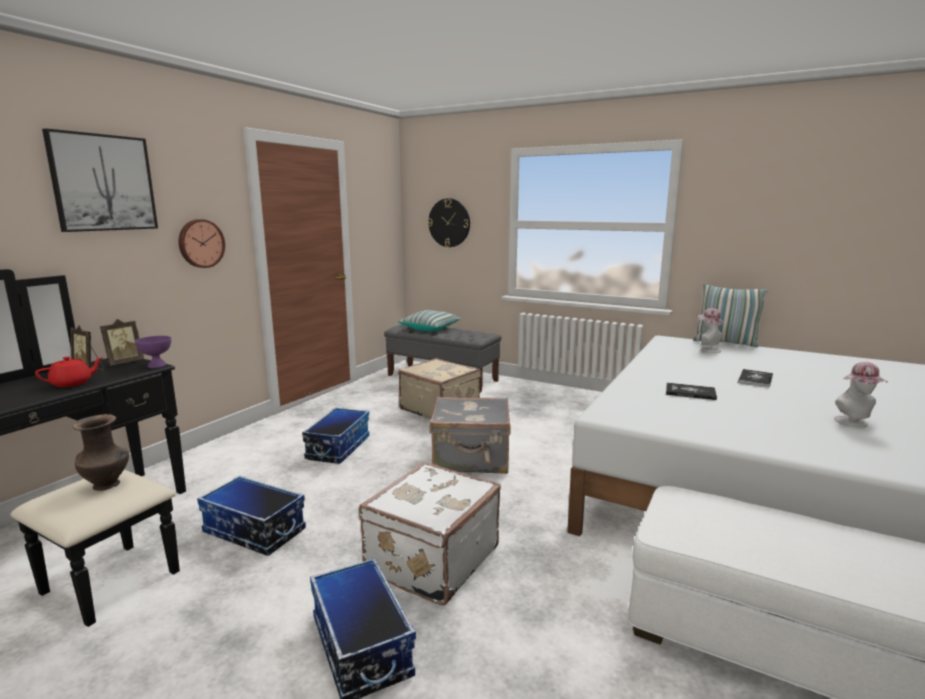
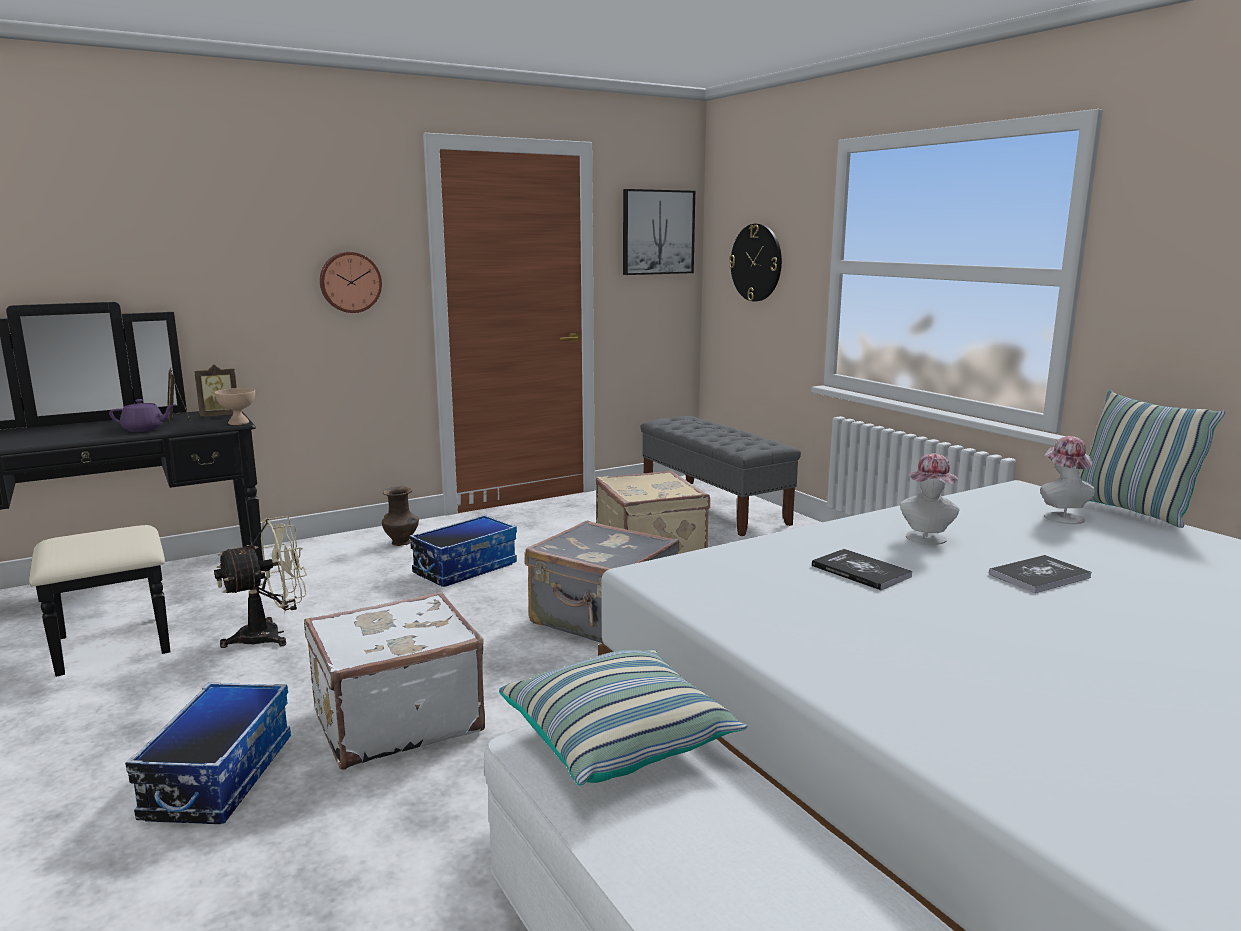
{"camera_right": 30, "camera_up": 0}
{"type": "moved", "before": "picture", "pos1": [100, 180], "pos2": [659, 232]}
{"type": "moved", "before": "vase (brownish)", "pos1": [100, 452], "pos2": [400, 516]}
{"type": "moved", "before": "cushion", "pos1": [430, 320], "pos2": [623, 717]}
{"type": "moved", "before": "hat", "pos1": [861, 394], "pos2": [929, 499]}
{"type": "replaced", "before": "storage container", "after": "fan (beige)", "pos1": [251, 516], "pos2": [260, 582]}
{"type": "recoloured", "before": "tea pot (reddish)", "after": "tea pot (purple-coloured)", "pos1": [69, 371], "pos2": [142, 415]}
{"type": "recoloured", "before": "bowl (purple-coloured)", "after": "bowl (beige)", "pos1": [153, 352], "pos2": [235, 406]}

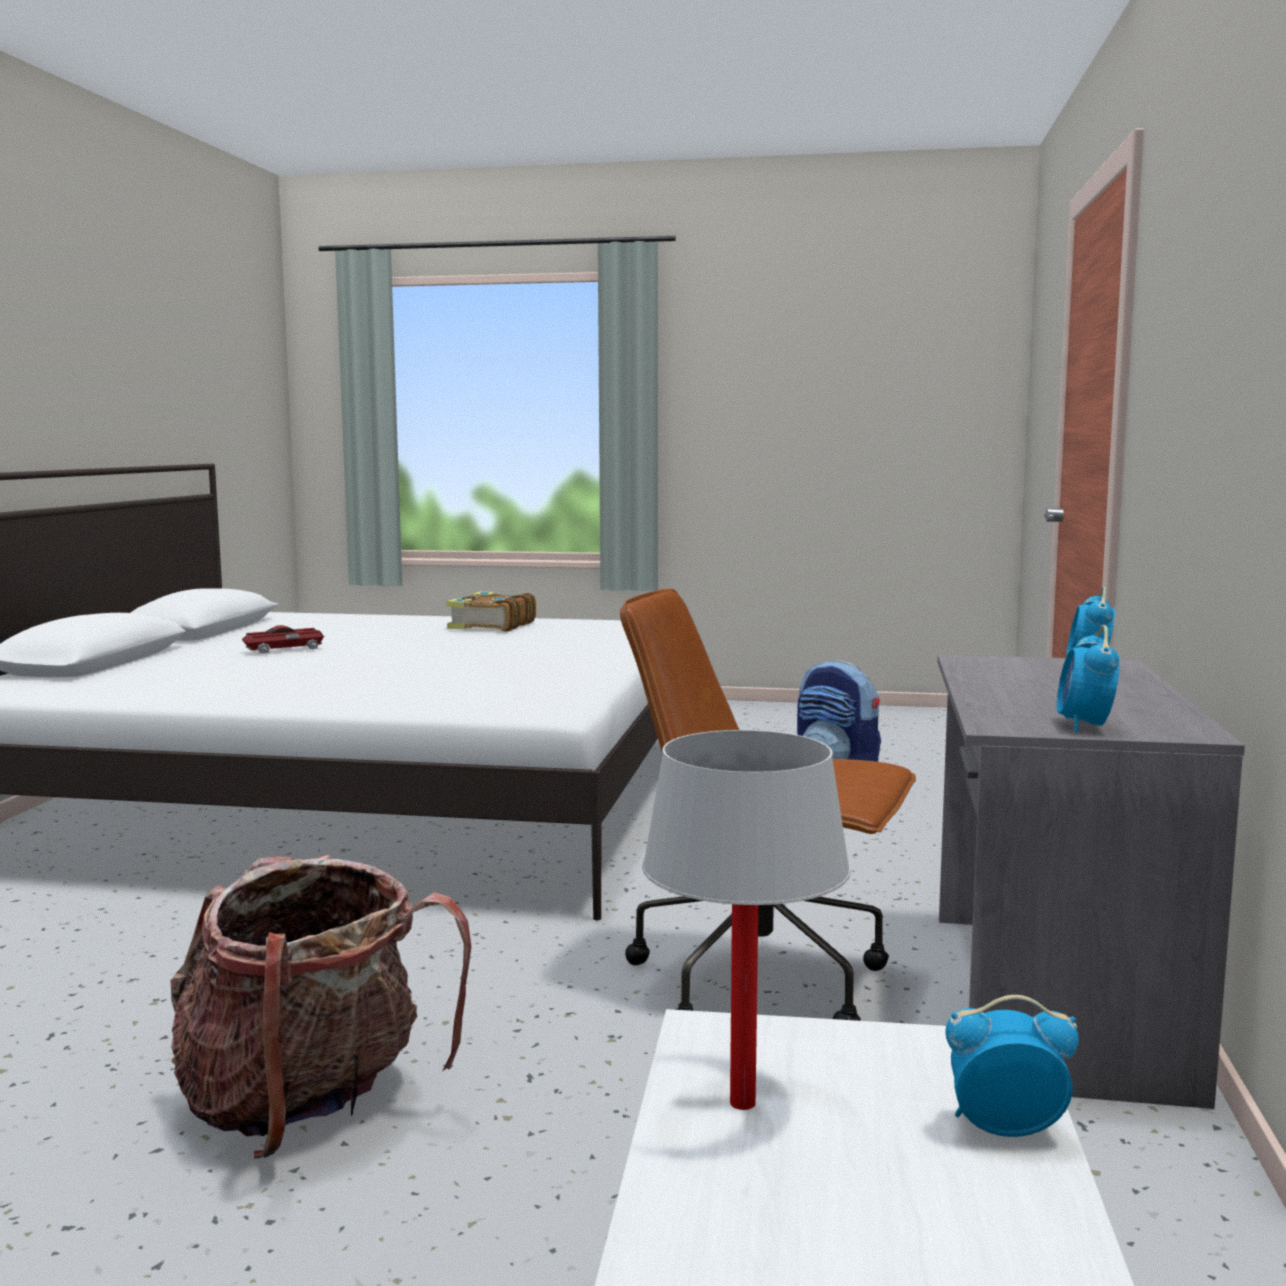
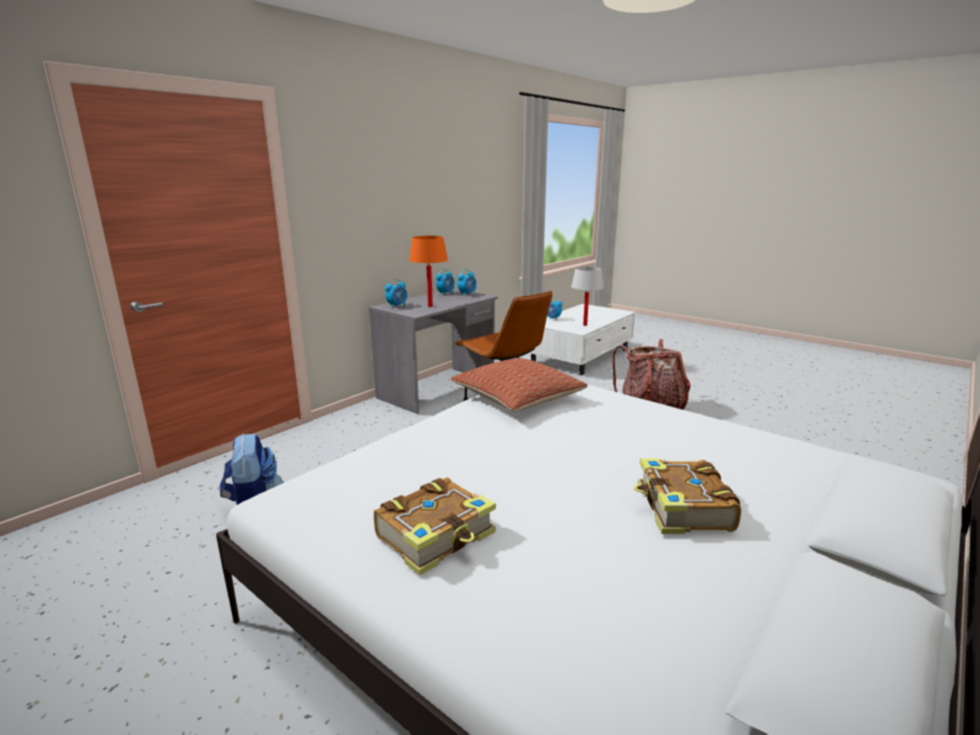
{"camera_right": -150, "camera_up": 10}
{"type": "added", "after": "tabletop lamp (orange-coloured)", "pos2": [428, 271]}
{"type": "added", "after": "table clock", "pos2": [445, 282]}
{"type": "added", "after": "cushion", "pos2": [519, 385]}
{"type": "replaced", "before": "toy car", "after": "volume", "pos1": [283, 639], "pos2": [687, 496]}

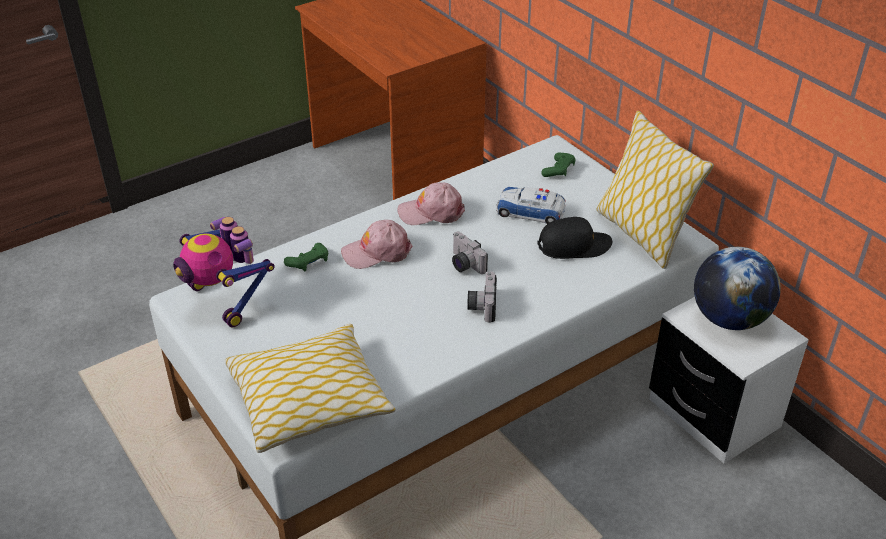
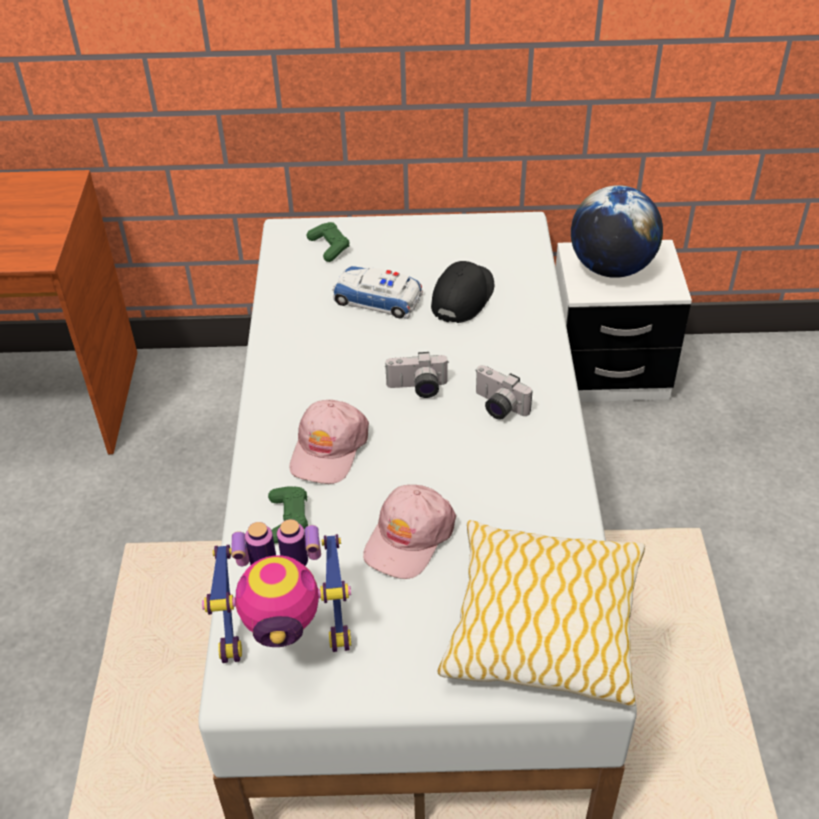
{"camera_right": -55, "camera_up": 5}
{"type": "removed", "before": "cushion", "pos1": [655, 190]}
{"type": "moved", "before": "baseball cap (pinkish)", "pos1": [431, 203], "pos2": [409, 532]}
{"type": "turned", "before": "toy car", "pos1": [531, 205], "pos2": [377, 292], "turn": 60}

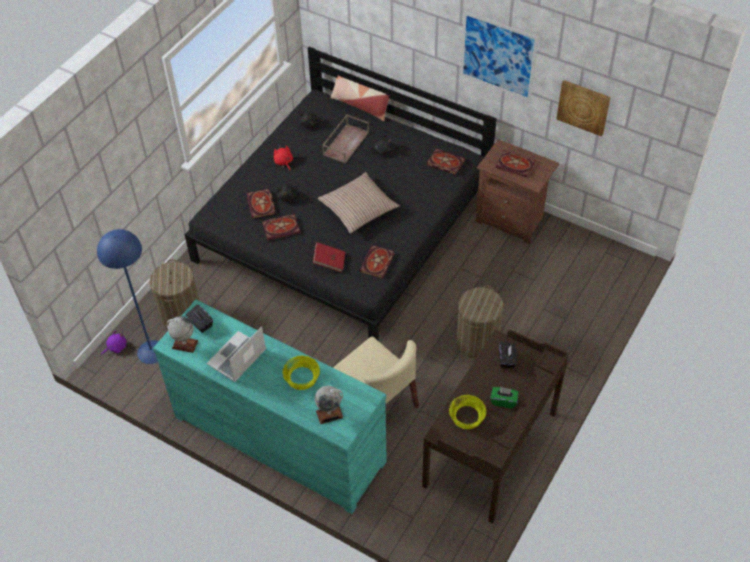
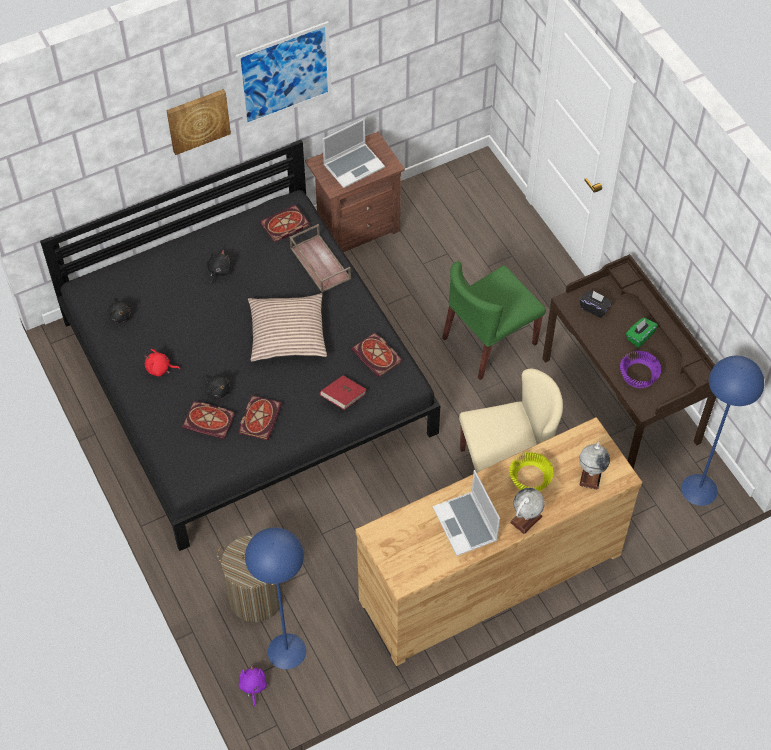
{"camera_right": -60, "camera_up": 5}
{"type": "removed", "before": "tissue box (blackish)", "pos1": [199, 318]}
{"type": "removed", "before": "cushion", "pos1": [360, 98]}
{"type": "added", "after": "standard lamp (blue)", "pos2": [722, 431]}
{"type": "moved", "before": "globe", "pos1": [182, 334], "pos2": [527, 511]}
{"type": "moved", "before": "tray (brownish)", "pos1": [345, 139], "pos2": [320, 258]}
{"type": "moved", "before": "picture", "pos1": [583, 108], "pos2": [198, 122]}
{"type": "replaced", "before": "hamper", "after": "upright chair (greenish)", "pos1": [480, 322], "pos2": [494, 320]}
{"type": "replaced", "before": "volume", "after": "portable computer", "pos1": [515, 164], "pos2": [353, 153]}
{"type": "recoloured", "before": "drawer chest (blue-green)", "after": "drawer chest (brownish)", "pos1": [270, 407], "pos2": [498, 541]}
{"type": "recoloured", "before": "bowl (yellow-coloured)", "after": "bowl (purple-coloured)", "pos1": [467, 412], "pos2": [640, 369]}

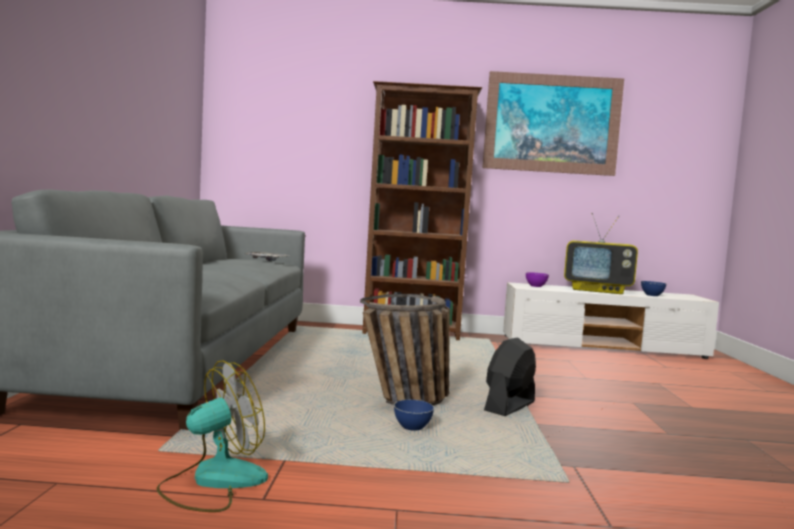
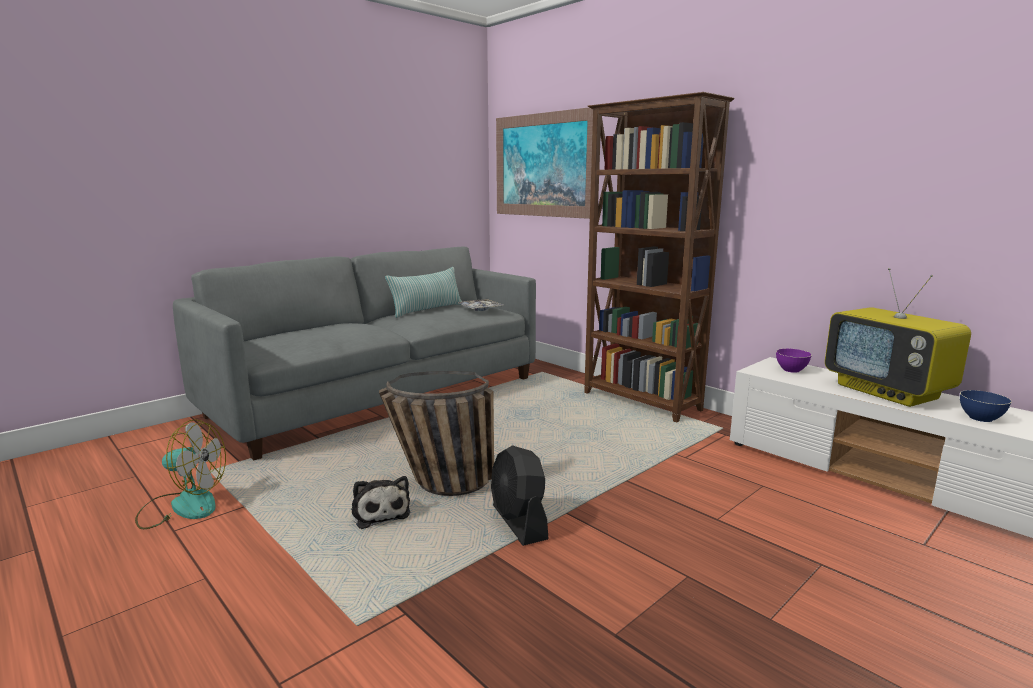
{"camera_right": 45, "camera_up": 10}
{"type": "added", "after": "cushion", "pos2": [423, 292]}
{"type": "moved", "before": "picture", "pos1": [553, 123], "pos2": [544, 163]}
{"type": "replaced", "before": "bowl (blue)", "after": "cuddly toy", "pos1": [414, 415], "pos2": [380, 502]}
{"type": "turned", "before": "fan (blackish)", "pos1": [510, 376], "pos2": [520, 495], "turn": -105}

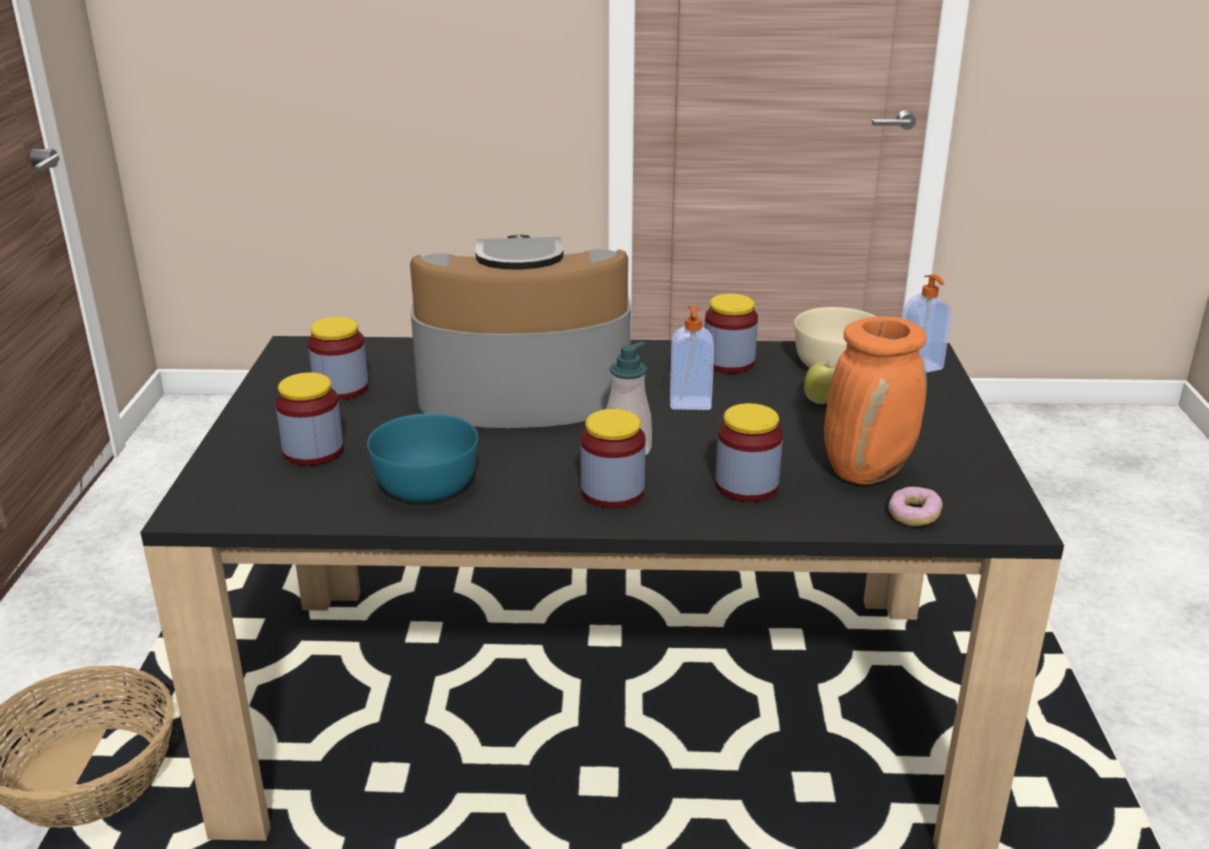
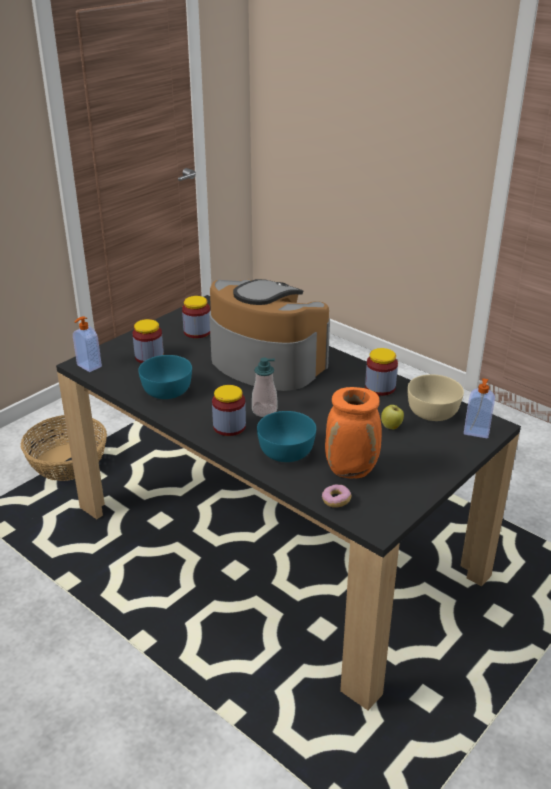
{"camera_right": 40, "camera_up": 5}
{"type": "moved", "before": "soap bottle", "pos1": [692, 358], "pos2": [87, 344]}
{"type": "replaced", "before": "preserve jar", "after": "bowl (blue-green)", "pos1": [749, 452], "pos2": [286, 436]}

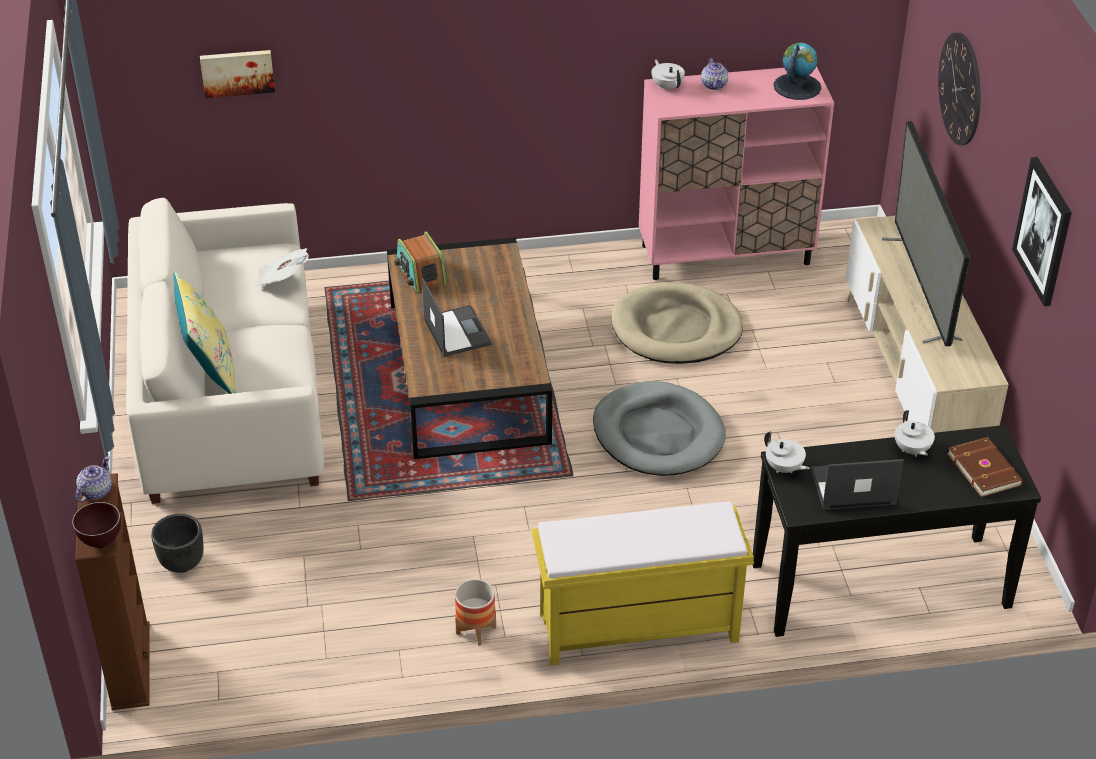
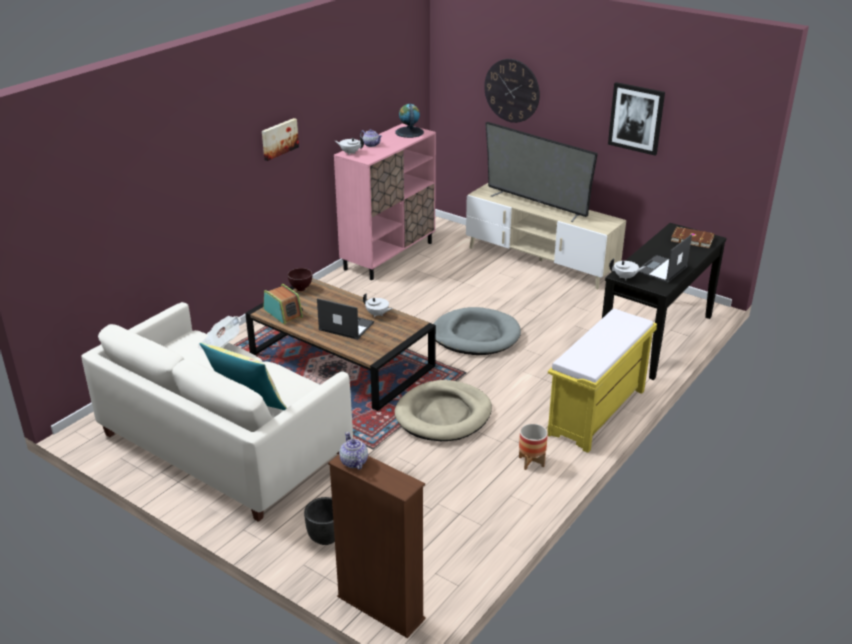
{"camera_right": -45, "camera_up": -10}
{"type": "moved", "before": "bowl (brownish)", "pos1": [96, 525], "pos2": [300, 279]}
{"type": "moved", "before": "picture", "pos1": [237, 74], "pos2": [280, 139]}
{"type": "moved", "before": "dog bed (beige)", "pos1": [677, 323], "pos2": [443, 410]}
{"type": "moved", "before": "tea pot (whitish)", "pos1": [915, 433], "pos2": [378, 305]}
{"type": "turned", "before": "radio set", "pos1": [420, 262], "pos2": [283, 304], "turn": -150}

